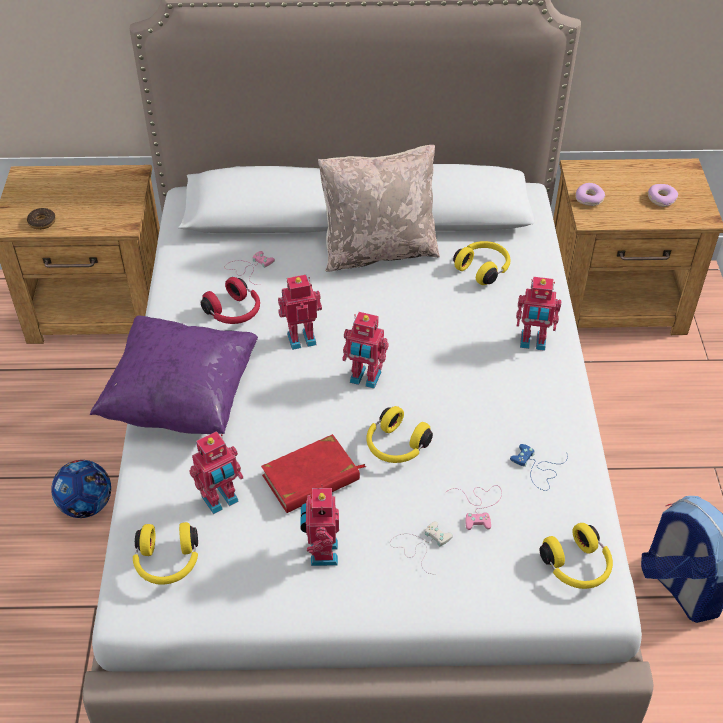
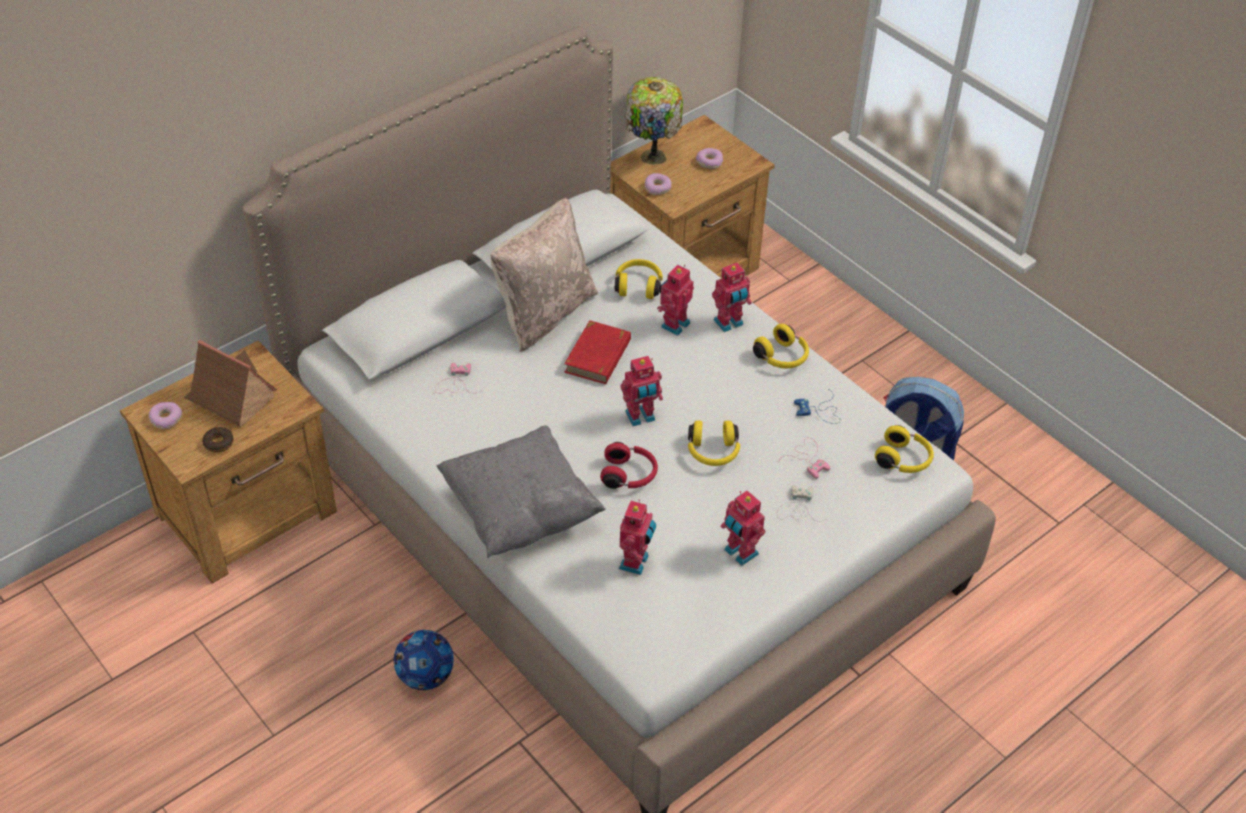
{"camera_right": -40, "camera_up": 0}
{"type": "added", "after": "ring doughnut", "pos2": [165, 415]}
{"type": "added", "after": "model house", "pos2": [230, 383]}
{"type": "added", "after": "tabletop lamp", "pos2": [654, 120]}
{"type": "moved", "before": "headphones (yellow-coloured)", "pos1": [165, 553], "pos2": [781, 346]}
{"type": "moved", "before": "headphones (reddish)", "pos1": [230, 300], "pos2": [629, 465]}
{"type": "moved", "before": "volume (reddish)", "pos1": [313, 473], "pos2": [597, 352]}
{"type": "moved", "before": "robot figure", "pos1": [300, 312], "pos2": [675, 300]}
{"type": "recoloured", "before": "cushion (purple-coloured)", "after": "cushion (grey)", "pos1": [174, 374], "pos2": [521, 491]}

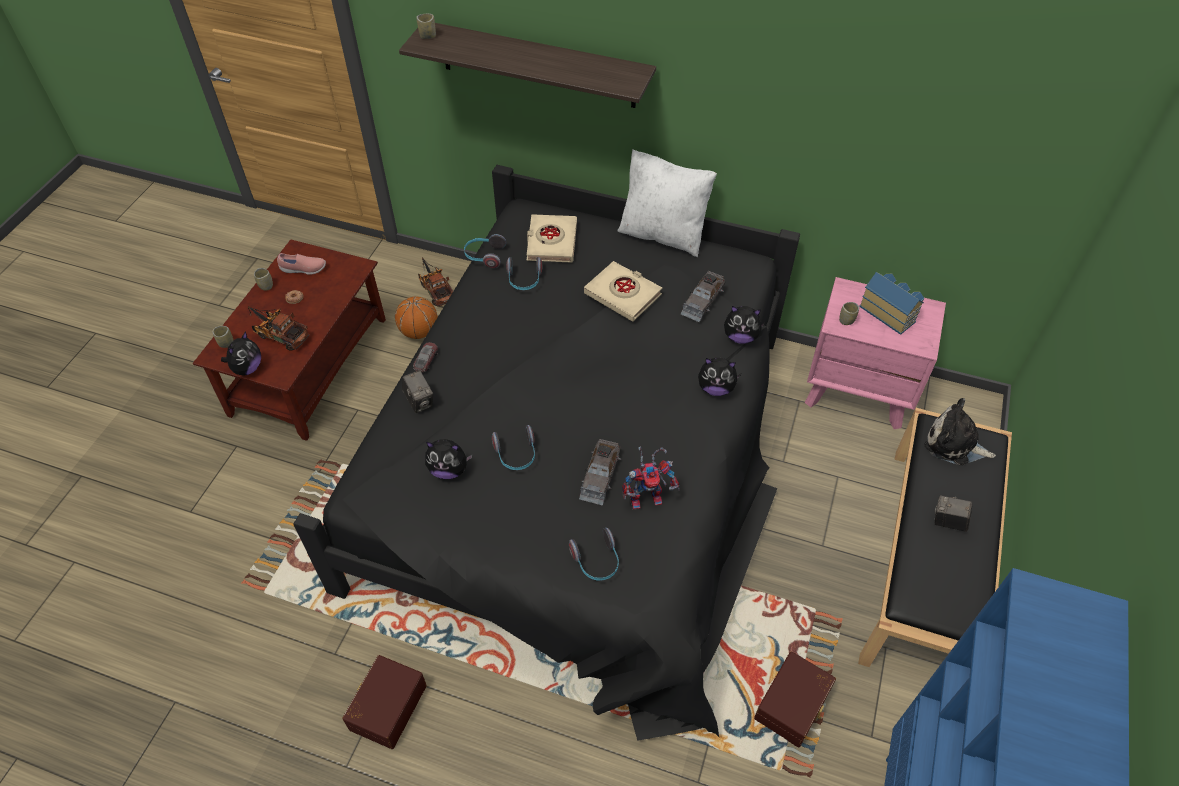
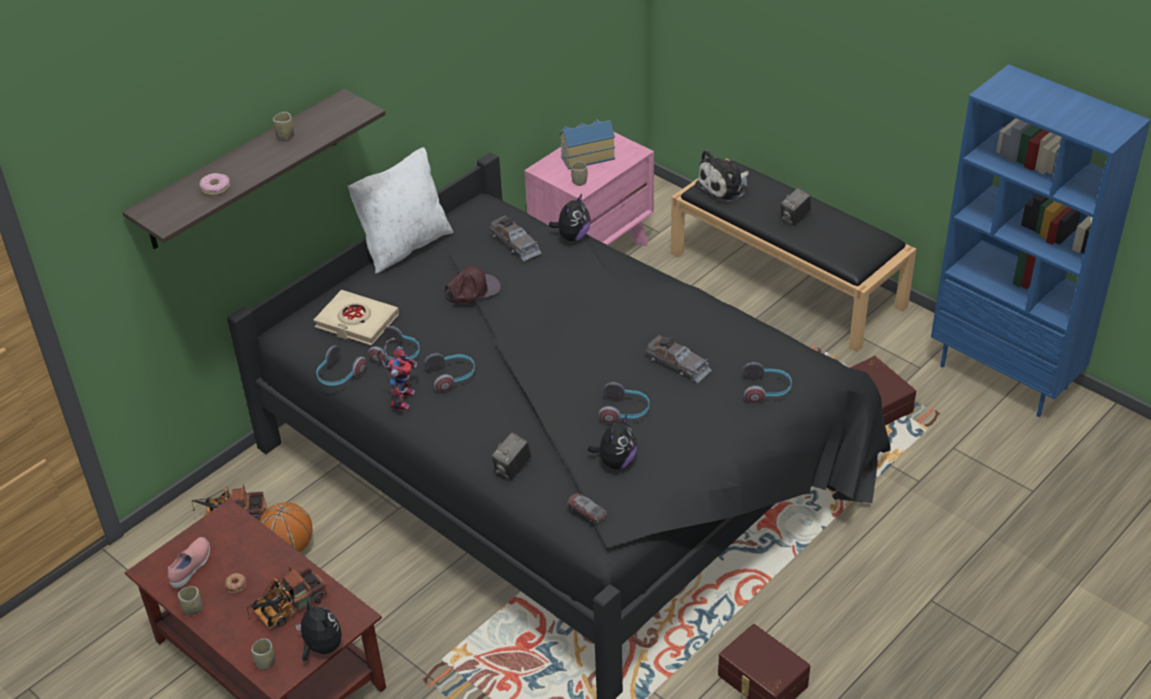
{"camera_right": -65, "camera_up": -10}
{"type": "removed", "before": "cuddly toy", "pos1": [719, 377]}
{"type": "added", "after": "ring doughnut", "pos2": [214, 184]}
{"type": "added", "after": "headphones", "pos2": [449, 372]}
{"type": "moved", "before": "toy car", "pos1": [425, 357], "pos2": [587, 508]}
{"type": "moved", "before": "drinking cup", "pos1": [426, 26], "pos2": [283, 126]}
{"type": "moved", "before": "robot figure", "pos1": [651, 478], "pos2": [397, 374]}
{"type": "replaced", "before": "volume (beige)", "after": "baseball cap (brownish)", "pos1": [623, 291], "pos2": [472, 284]}
{"type": "turned", "before": "photo camera", "pos1": [417, 391], "pos2": [511, 456], "turn": 135}

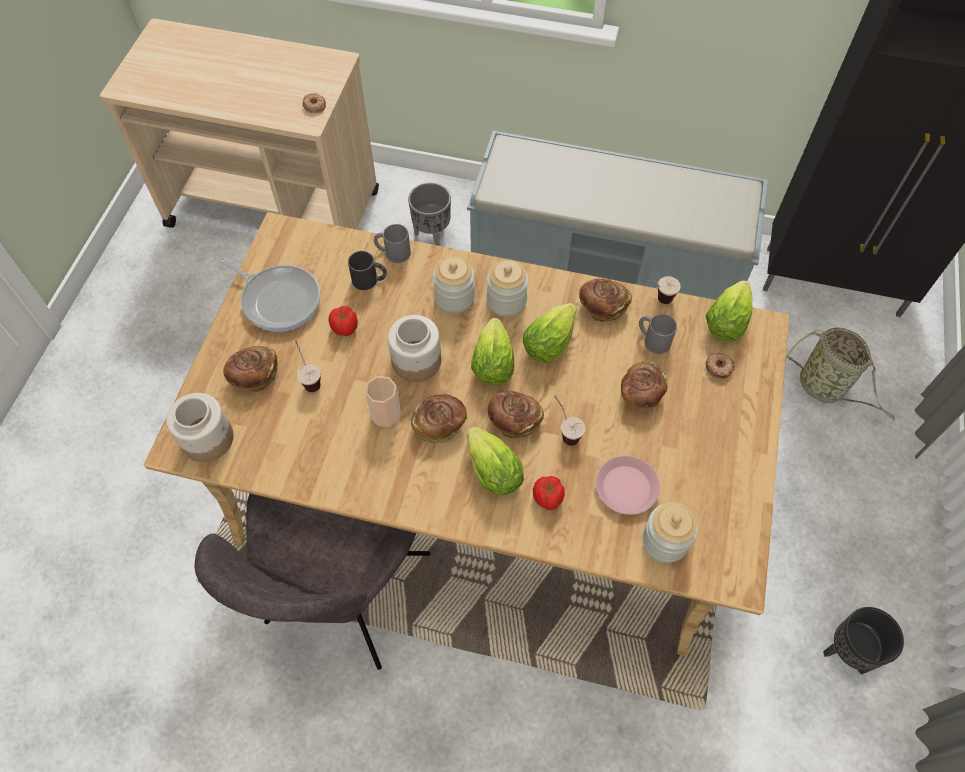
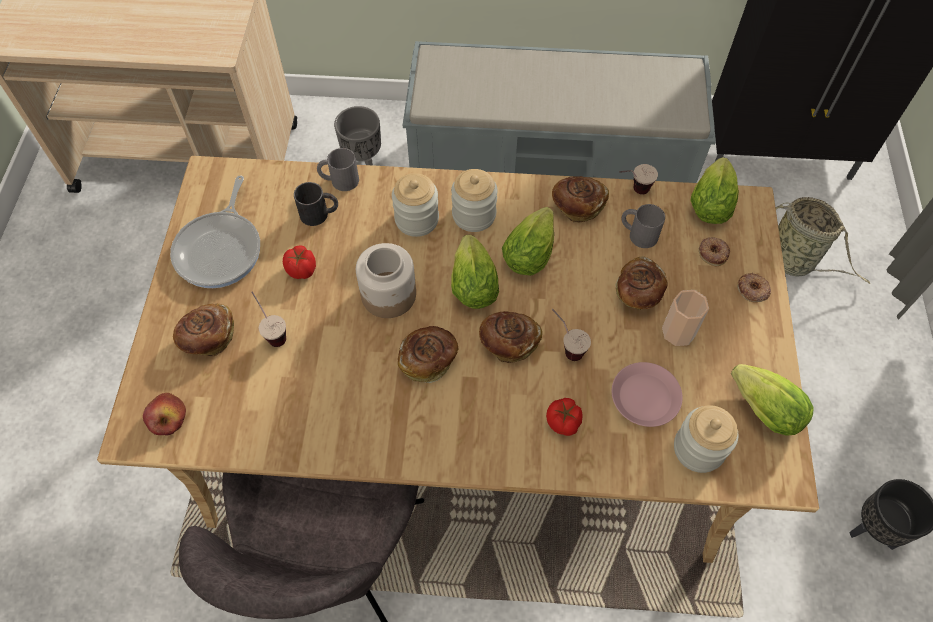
{"camera_right": -10, "camera_up": 0}
{"type": "moved", "before": "ring doughnut", "pos1": [314, 103], "pos2": [754, 287]}
{"type": "moved", "before": "drinking cup", "pos1": [383, 401], "pos2": [685, 318]}
{"type": "moved", "before": "lettuce head", "pos1": [495, 461], "pos2": [772, 400]}
{"type": "replaced", "before": "preserve jar", "after": "apple", "pos1": [200, 427], "pos2": [164, 414]}
{"type": "turned", "before": "pan", "pos1": [269, 295], "pos2": [215, 232], "turn": 75}

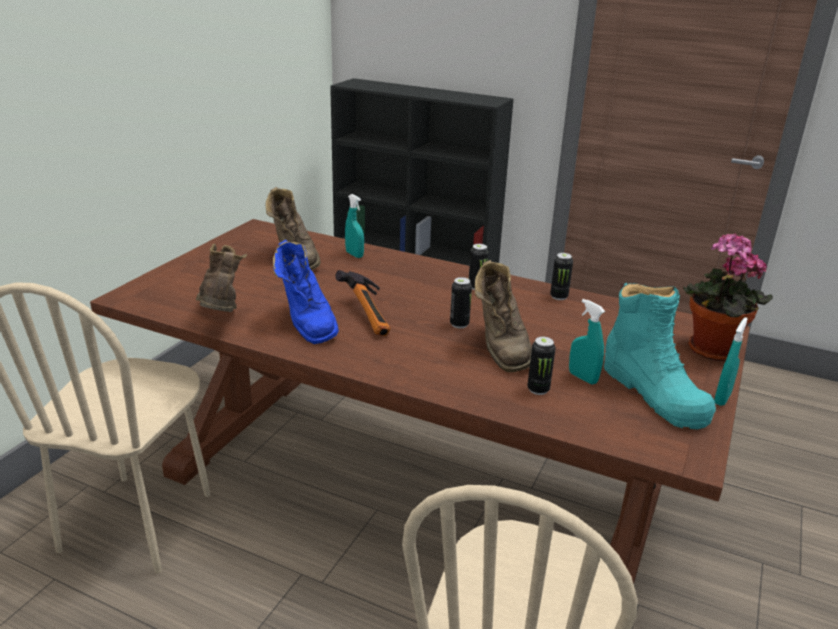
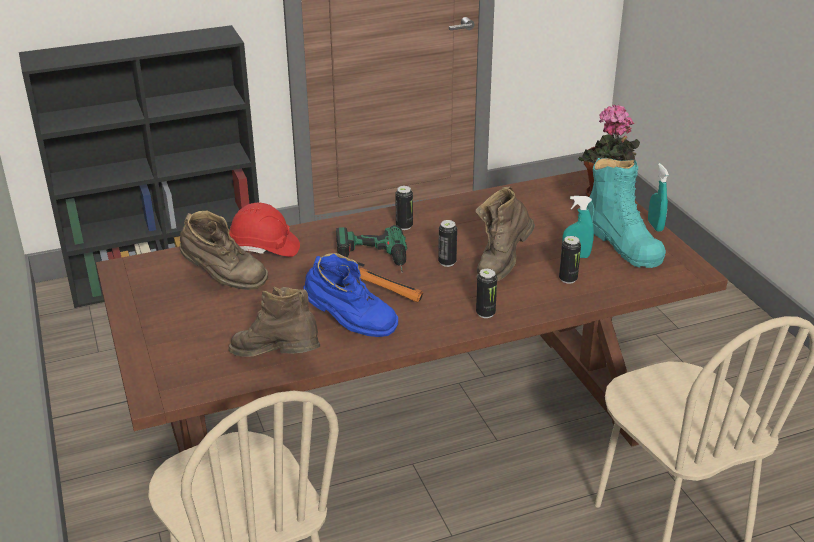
{"camera_right": -45, "camera_up": 5}
{"type": "added", "after": "power drill", "pos2": [371, 249]}
{"type": "moved", "before": "sealed can", "pos1": [561, 276], "pos2": [486, 293]}
{"type": "replaced", "before": "spray bottle (blue-green)", "after": "hard hat (reddish)", "pos1": [354, 226], "pos2": [264, 230]}
{"type": "turned", "before": "high-top boot (brownish)", "pos1": [503, 316], "pos2": [505, 234], "turn": 90}
{"type": "turned", "before": "high-top boot (blue-green)", "pos1": [660, 356], "pos2": [626, 213], "turn": 45}

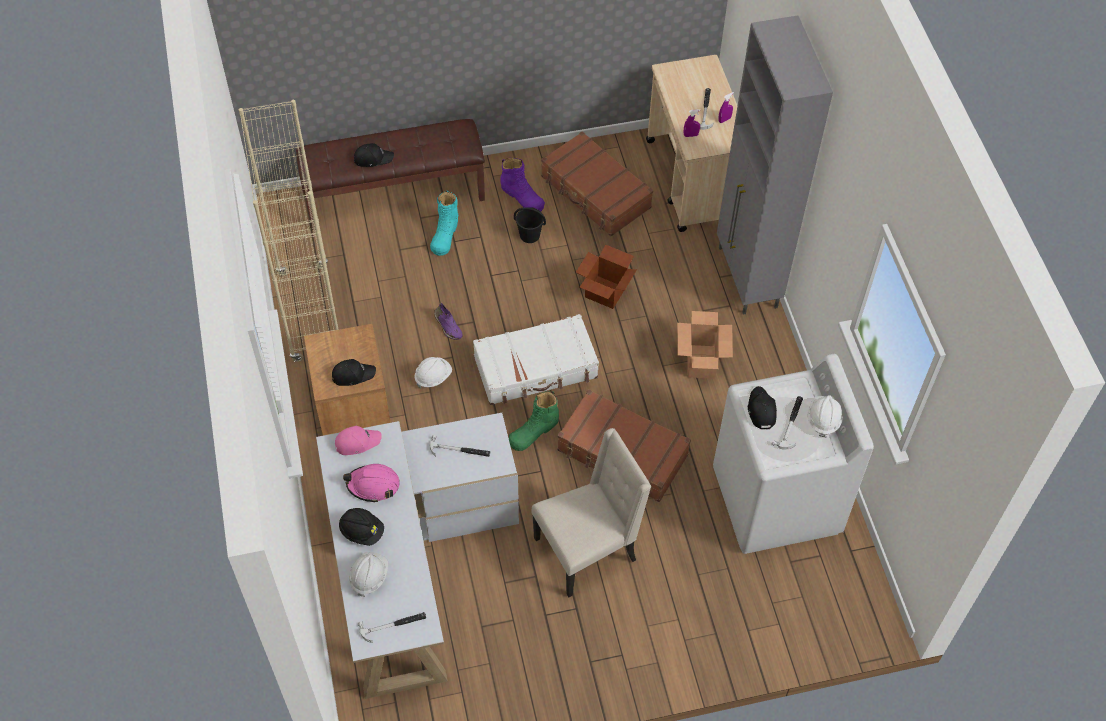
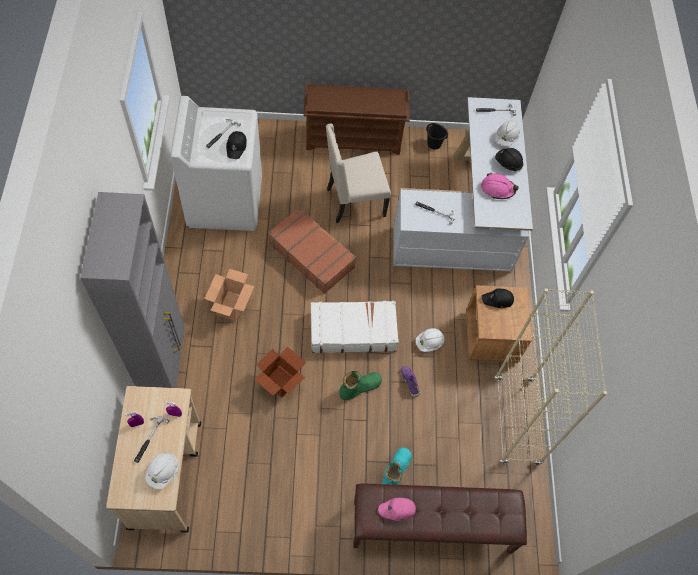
{"camera_right": -170, "camera_up": 5}
{"type": "removed", "before": "baseball cap (blackish)", "pos1": [374, 155]}
{"type": "removed", "before": "high-top boot (purple-coloured)", "pos1": [522, 184]}
{"type": "removed", "before": "suitcase (brownish)", "pos1": [597, 183]}
{"type": "added", "after": "shoe rack (brownish)", "pos2": [356, 119]}
{"type": "moved", "before": "baseball cap (pinkish)", "pos1": [358, 440], "pos2": [397, 509]}
{"type": "moved", "before": "high-top boot (greenish)", "pos1": [534, 421], "pos2": [360, 385]}
{"type": "moved", "before": "pail (blackish)", "pos1": [530, 225], "pos2": [437, 136]}
{"type": "moved", "before": "hard hat (whitish)", "pos1": [825, 416], "pos2": [161, 471]}

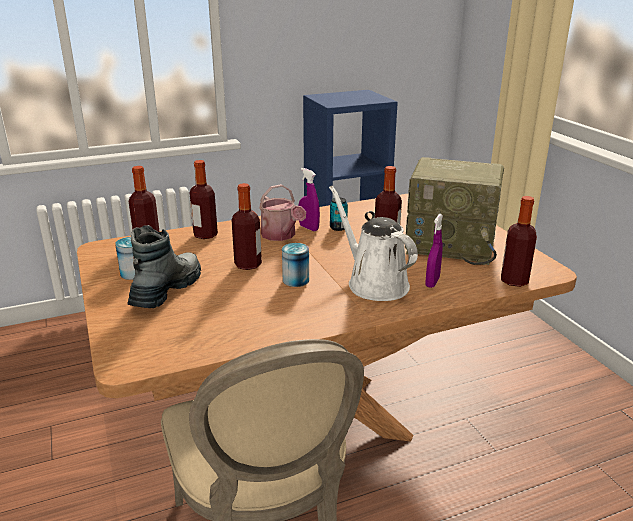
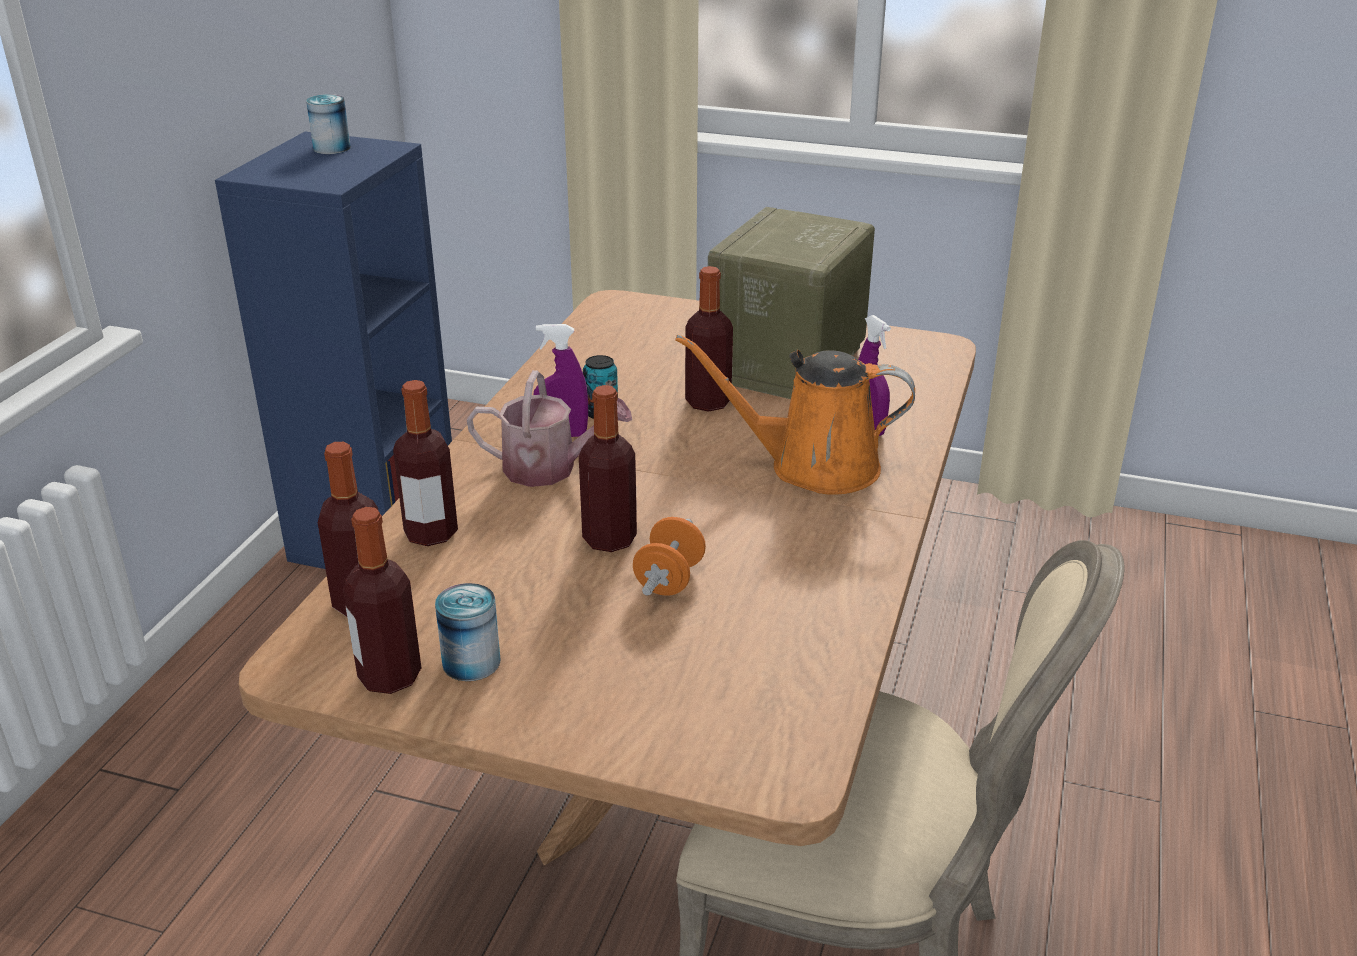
{"camera_right": -50, "camera_up": 5}
{"type": "removed", "before": "high-top boot", "pos1": [164, 266]}
{"type": "added", "after": "dumbbell (orange-coloured)", "pos2": [669, 556]}
{"type": "moved", "before": "sealed can", "pos1": [295, 265], "pos2": [328, 124]}
{"type": "moved", "before": "bottle", "pos1": [519, 241], "pos2": [382, 600]}
{"type": "recoloured", "before": "watering pot (whitish)", "after": "watering pot (orange-coloured)", "pos1": [373, 243], "pos2": [795, 414]}
{"type": "turned", "before": "radio set", "pos1": [454, 211], "pos2": [791, 303], "turn": 150}

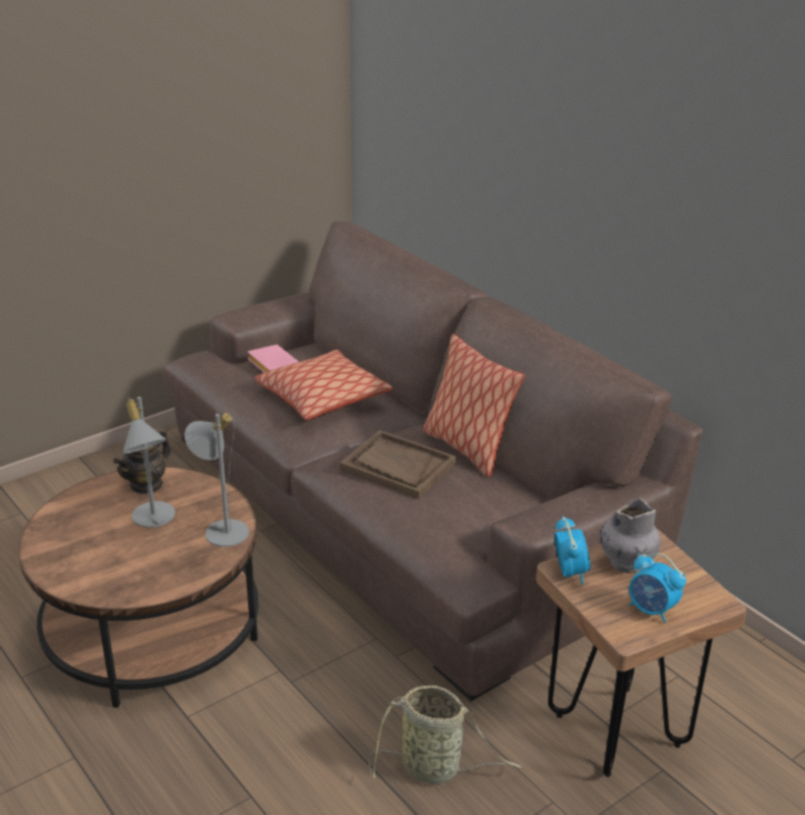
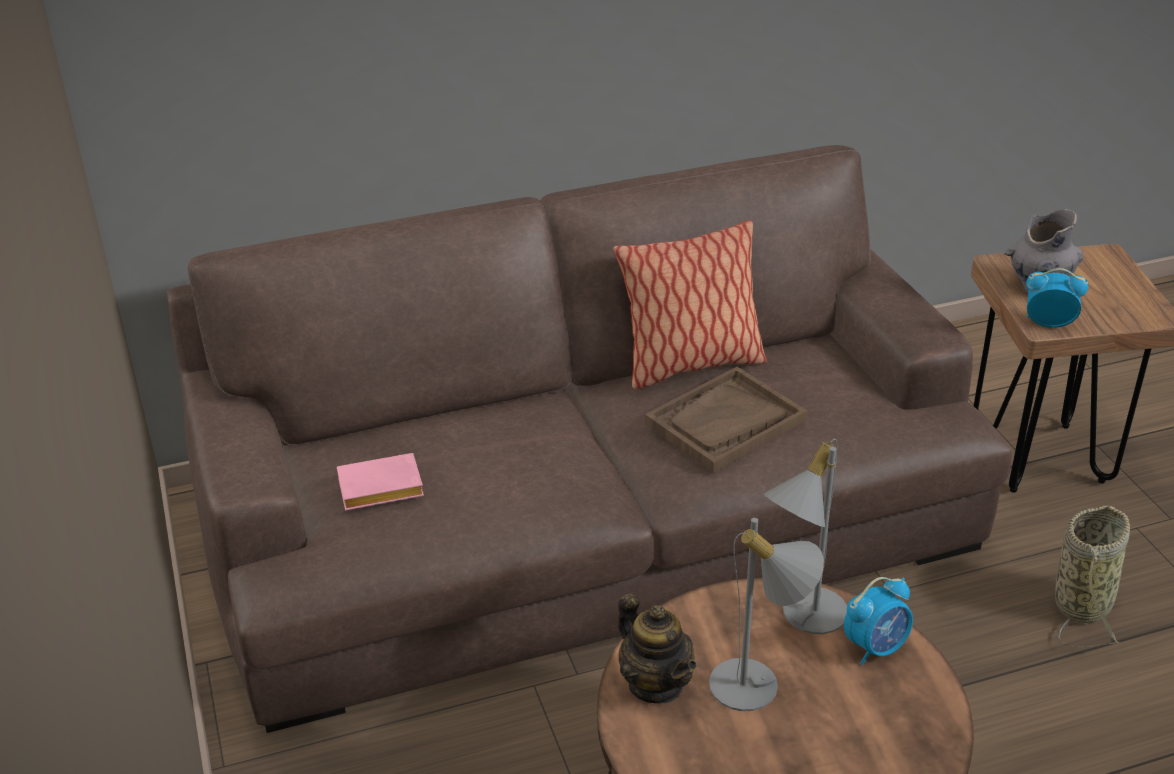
{"camera_right": -70, "camera_up": 5}
{"type": "removed", "before": "cushion", "pos1": [324, 385]}
{"type": "moved", "before": "table clock", "pos1": [657, 588], "pos2": [878, 621]}

